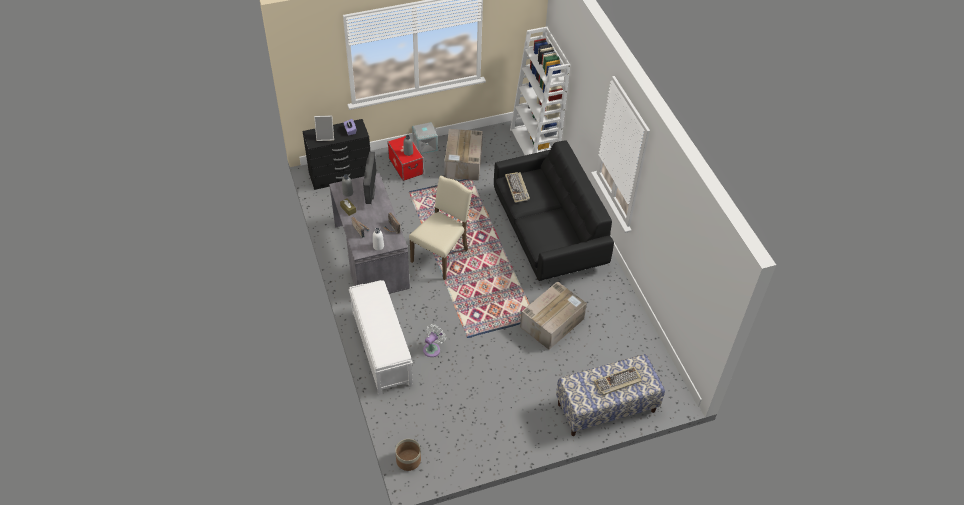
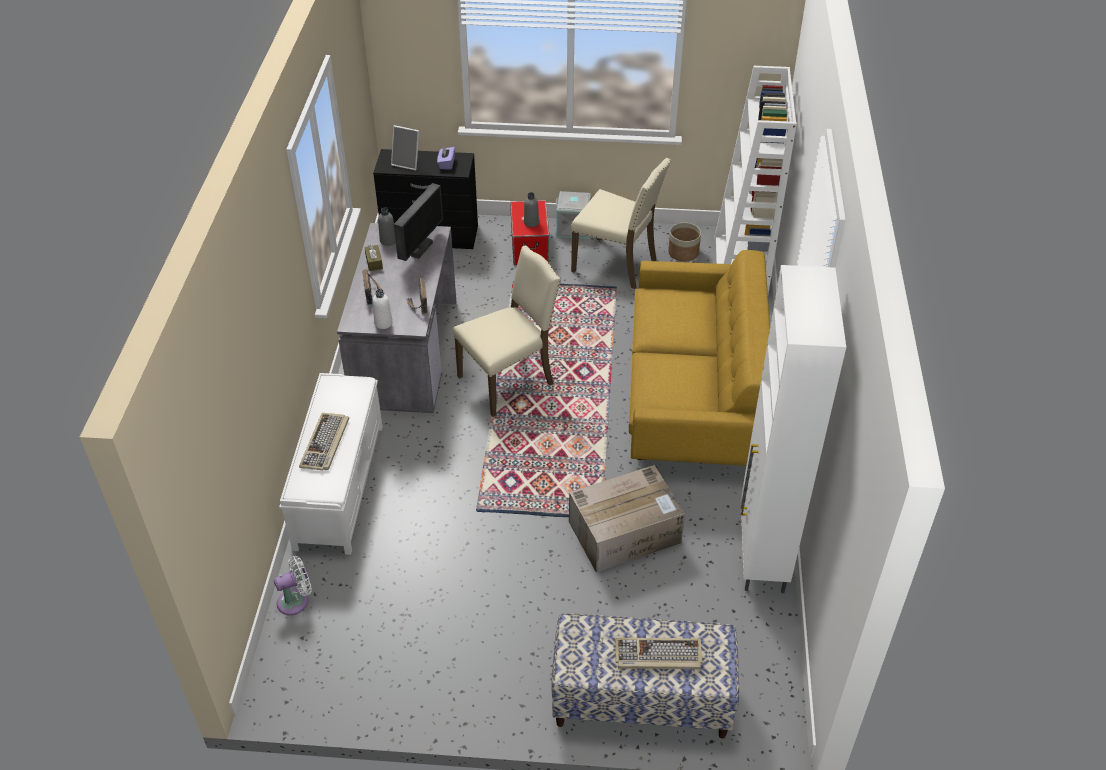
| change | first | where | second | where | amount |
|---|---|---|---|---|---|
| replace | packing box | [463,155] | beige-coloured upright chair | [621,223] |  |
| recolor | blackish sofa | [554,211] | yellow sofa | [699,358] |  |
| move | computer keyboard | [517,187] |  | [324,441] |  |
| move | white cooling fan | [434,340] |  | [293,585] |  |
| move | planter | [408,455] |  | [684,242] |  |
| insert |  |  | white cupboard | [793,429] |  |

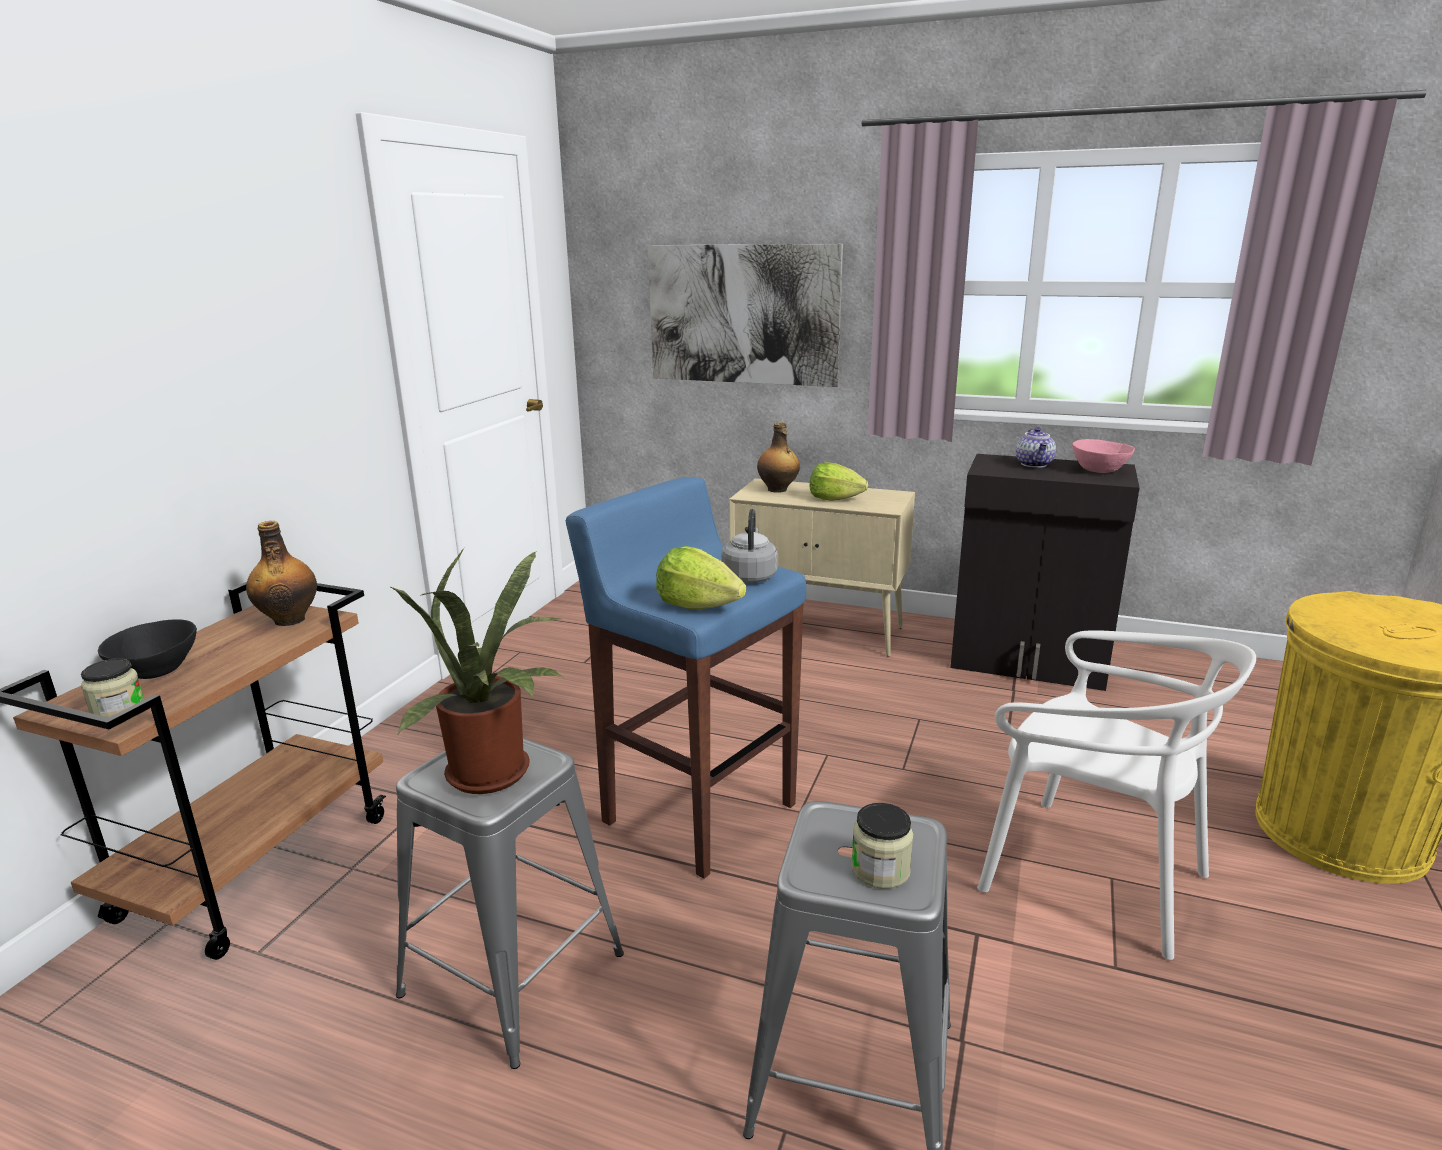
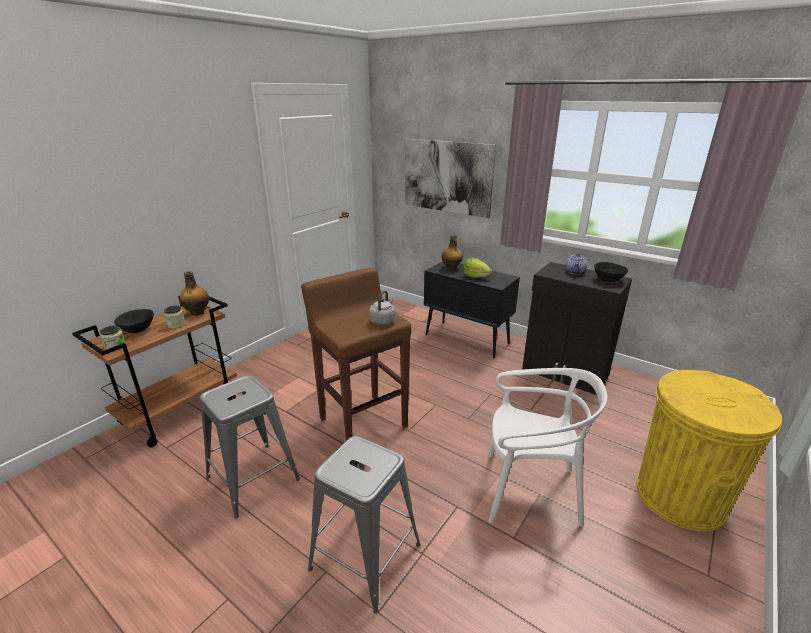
| change | first | where | second | where | amount |
|---|---|---|---|---|---|
| recolor | pinkish serving bowl | [1103,456] | blackish serving bowl | [611,272] |  |
| recolor | blue-coloured stool seat | [686,678] | brown-coloured stool seat | [356,354] |  |
| recolor | beige-coloured cupboard | [822,567] | blackish cupboard | [472,309] |  |
| delete | lettuce | [701,577] |  |  |  |
| delete | houseplant | [477,671] |  |  |  |
| rotate | white upright chair | [1116,795] |  | [547,447] | 45 degrees counterclockwise |
| move | preserve jar | [882,846] |  | [174,317] |  |

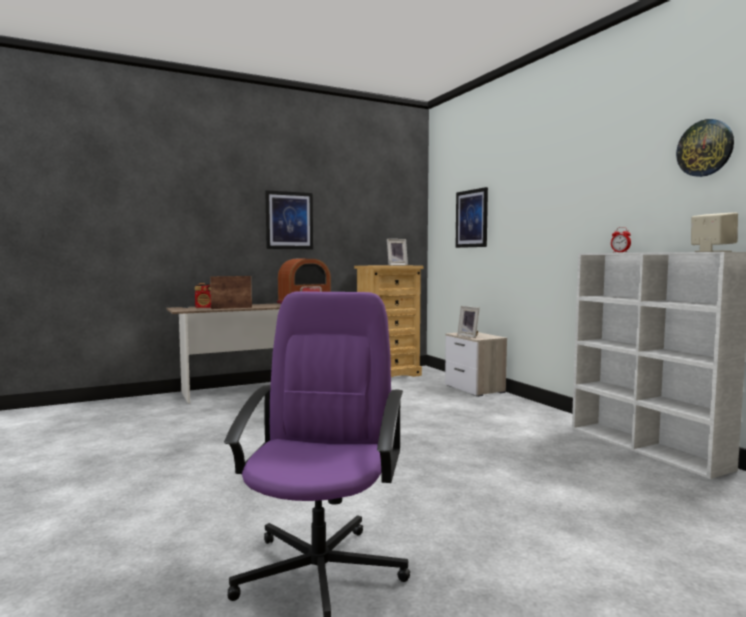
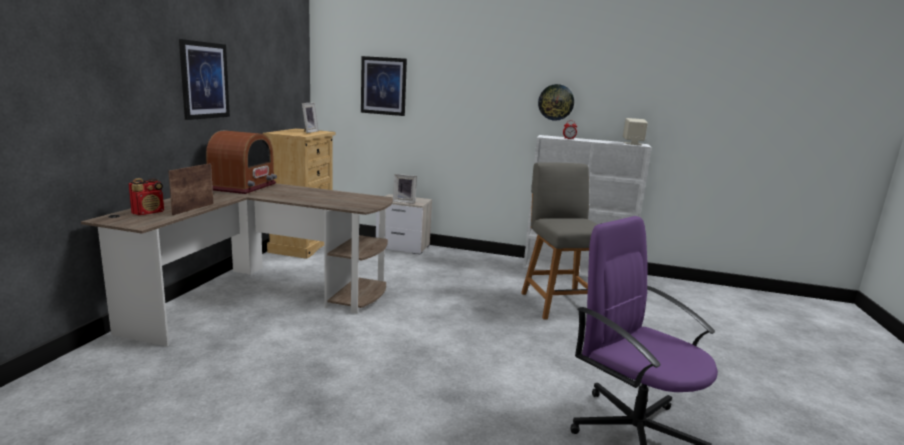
| change | first | where | second | where | amount |
|---|---|---|---|---|---|
| move | wall clock | [705,148] |  | [556,102] |  |
| insert |  |  | grey upright chair | [559,241] |  |

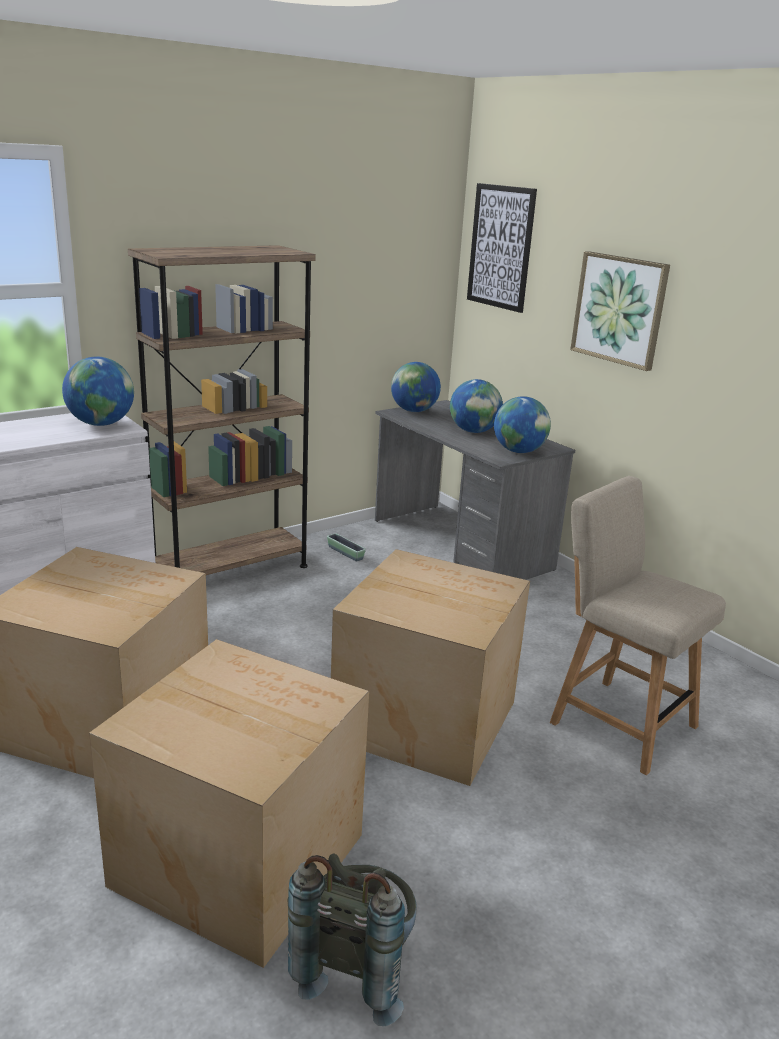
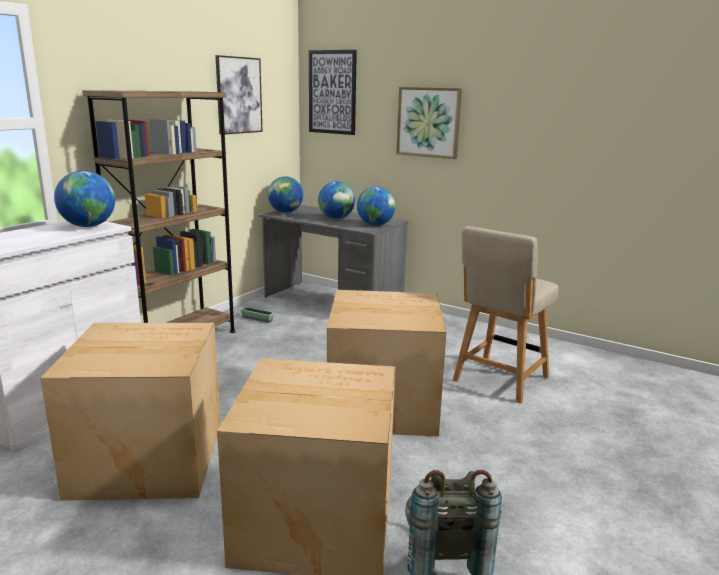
| change | first | where | second | where | amount |
|---|---|---|---|---|---|
| rotate | beige-coloured upright chair | [638,625] |  | [506,315] | 75 degrees counterclockwise |
| insert |  |  | wall art | [239,95] |  |

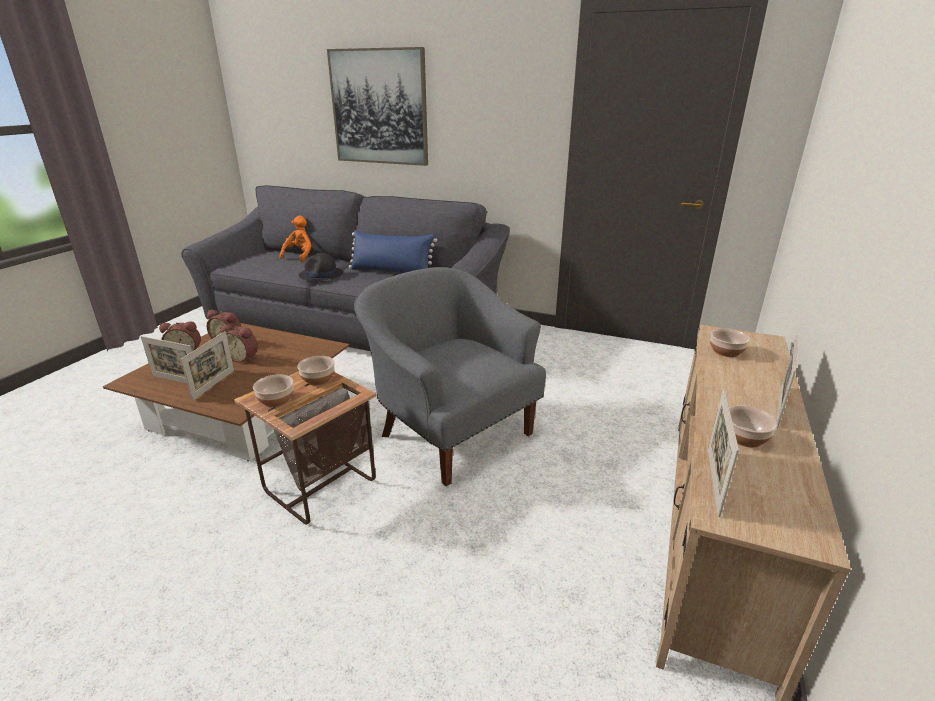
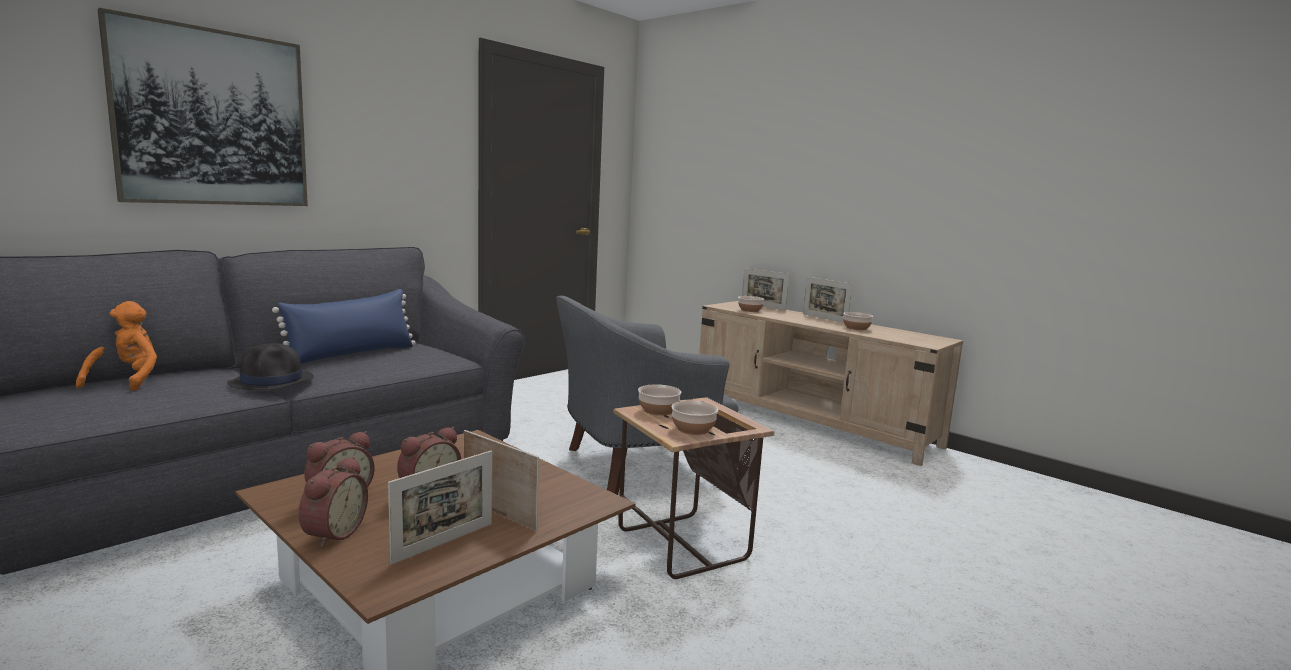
| change | first | where | second | where | amount |
|---|---|---|---|---|---|
| rotate | orange-coloured soft toy | [295,239] |  | [116,346] | 45 degrees clockwise |
| move | photo frame | [723,453] |  | [766,289] |  |

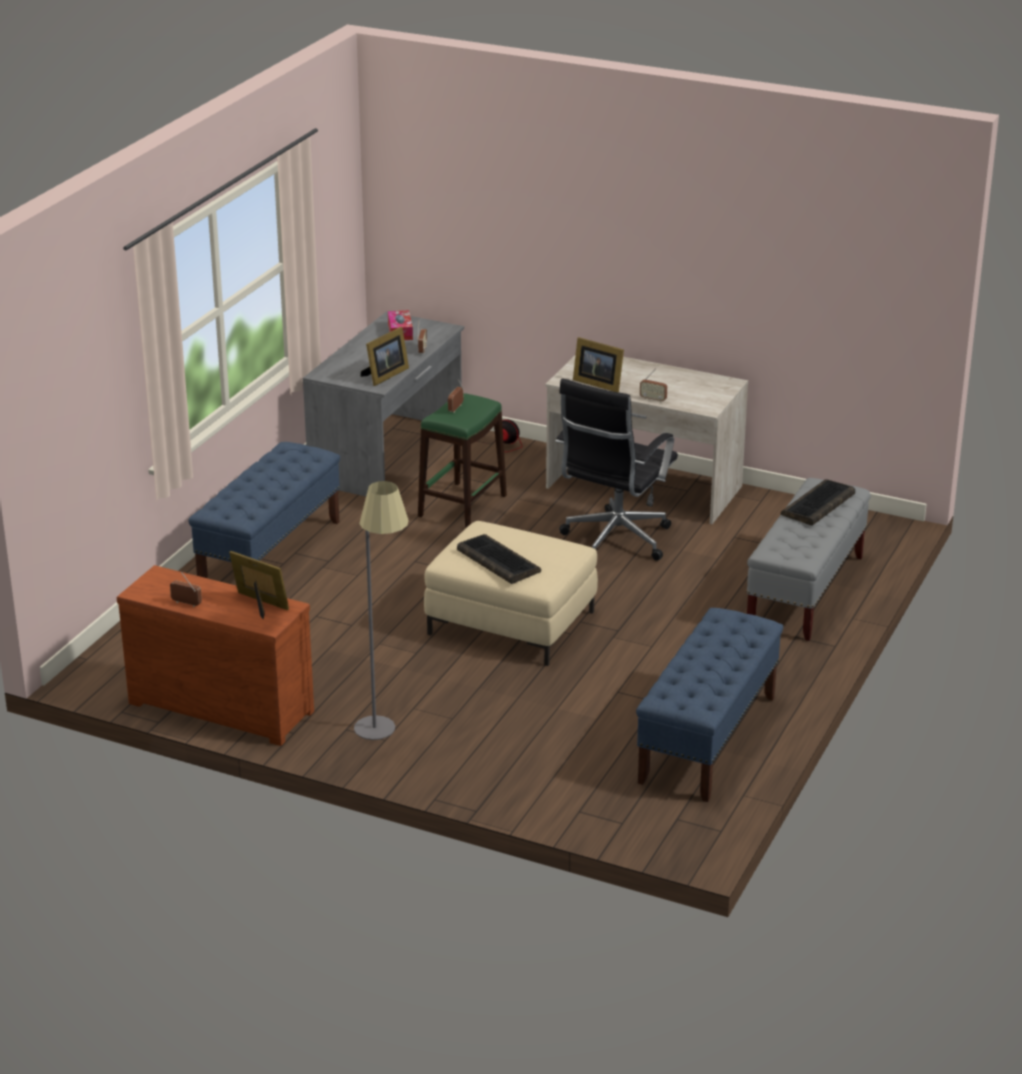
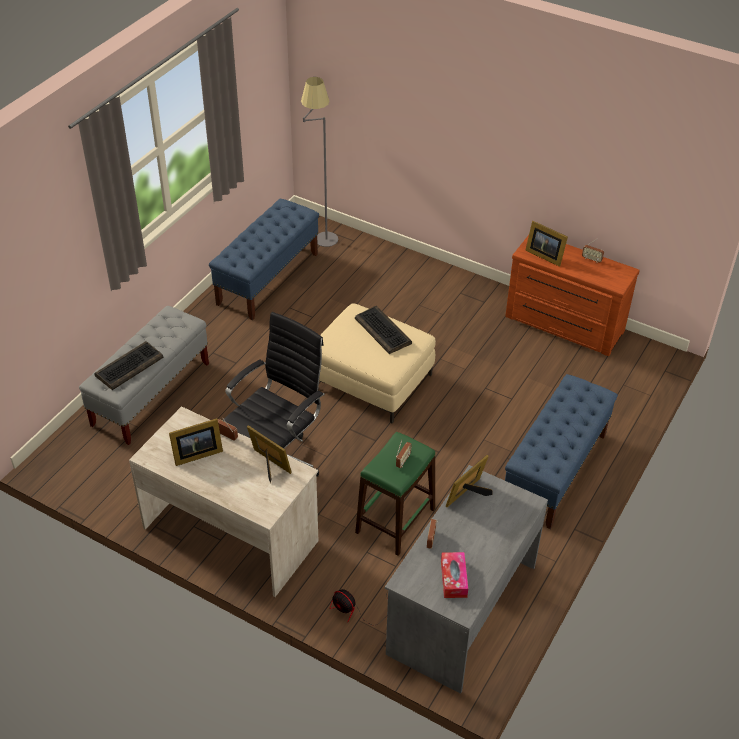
| change | first | where | second | where | amount |
|---|---|---|---|---|---|
| move | grey floor lamp | [381,610] |  | [319,162] |  |
| insert |  |  | photo frame | [196,442] |  |

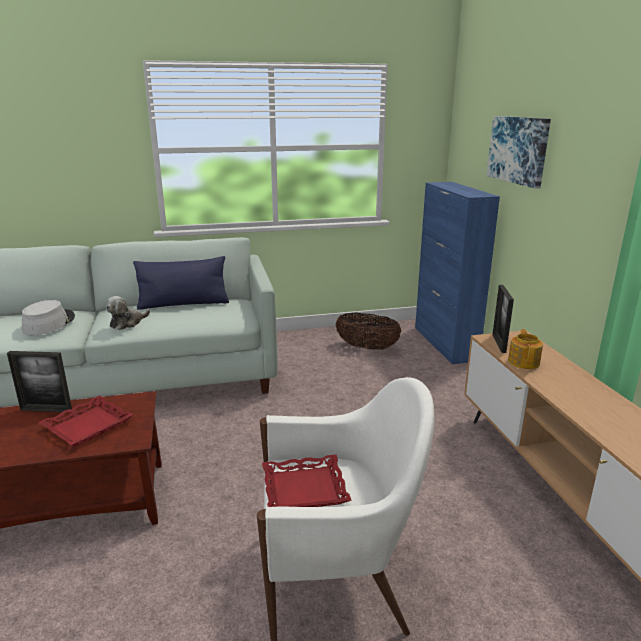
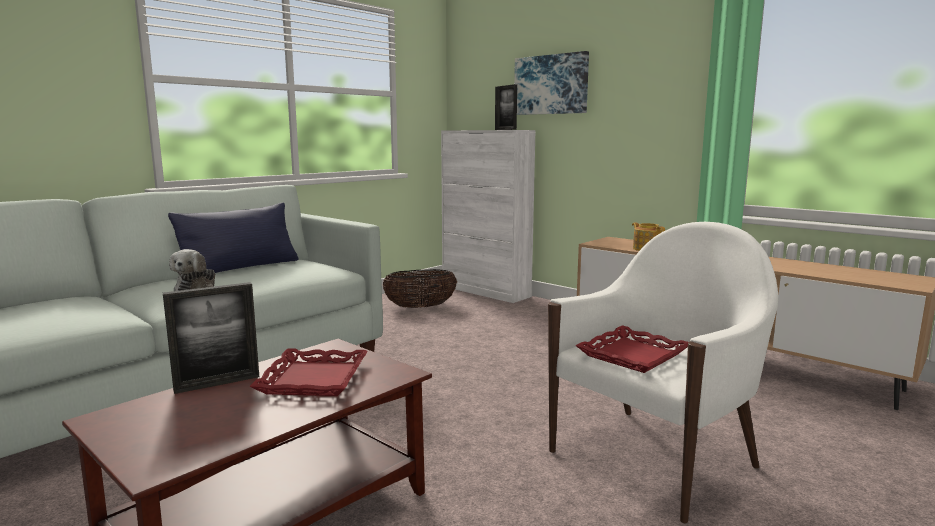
| change | first | where | second | where | amount |
|---|---|---|---|---|---|
| recolor | blue-coloured cupboard | [457,273] | white cupboard | [488,216] |  |
| move | photo frame | [503,319] |  | [506,107] |  |
| delete | grey clothing hat | [48,317] |  |  |  |

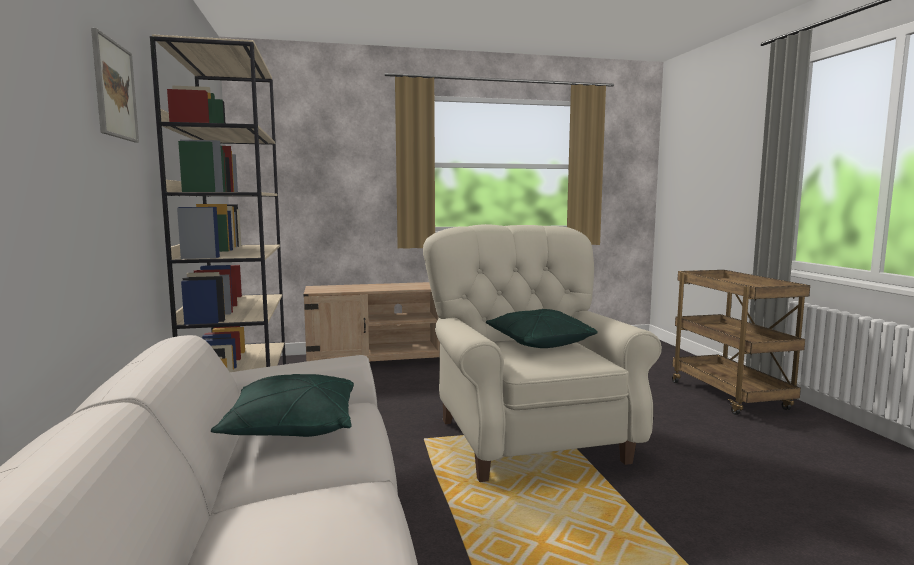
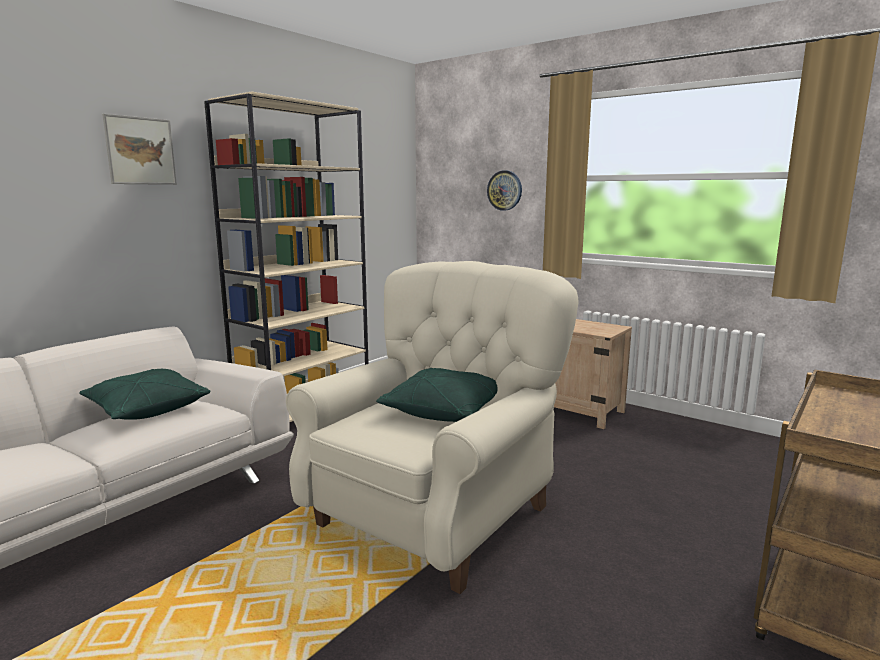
| change | first | where | second | where | amount |
|---|---|---|---|---|---|
| insert |  |  | wall clock | [504,190] |  |

